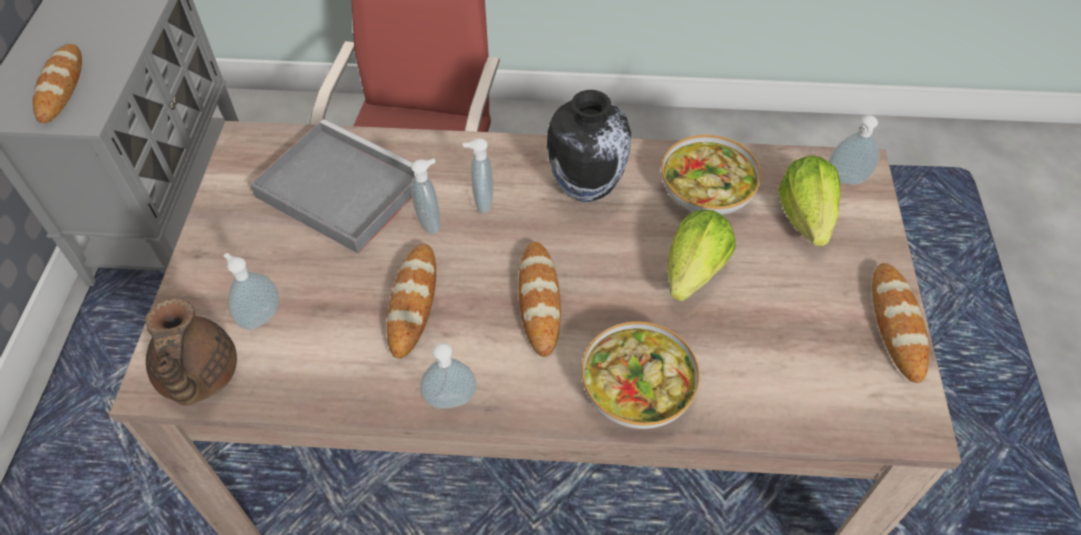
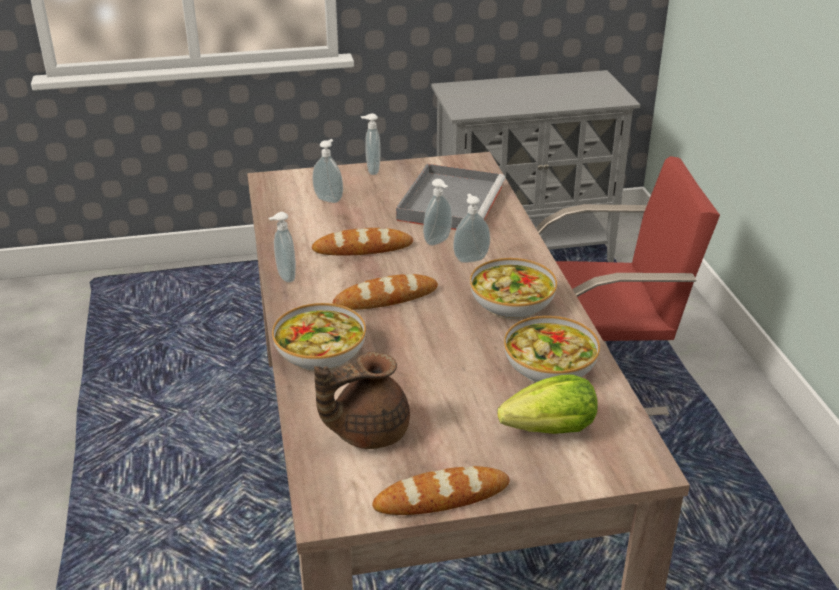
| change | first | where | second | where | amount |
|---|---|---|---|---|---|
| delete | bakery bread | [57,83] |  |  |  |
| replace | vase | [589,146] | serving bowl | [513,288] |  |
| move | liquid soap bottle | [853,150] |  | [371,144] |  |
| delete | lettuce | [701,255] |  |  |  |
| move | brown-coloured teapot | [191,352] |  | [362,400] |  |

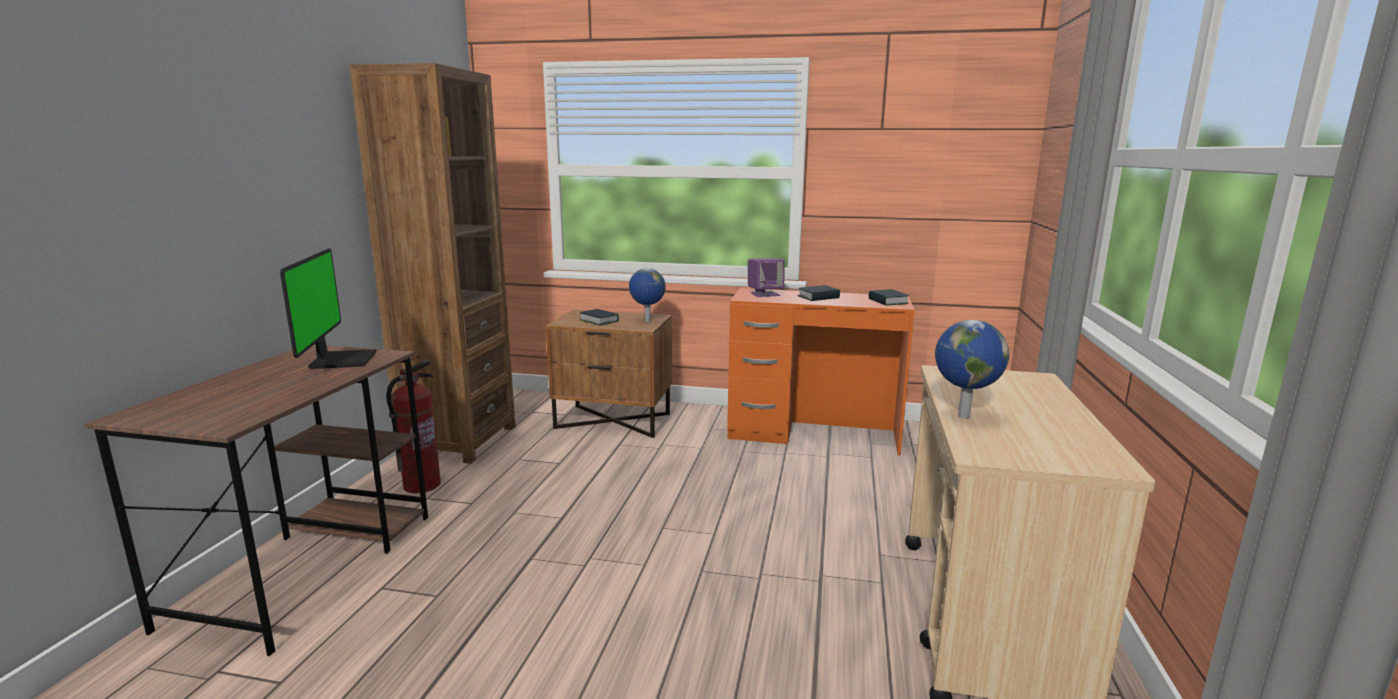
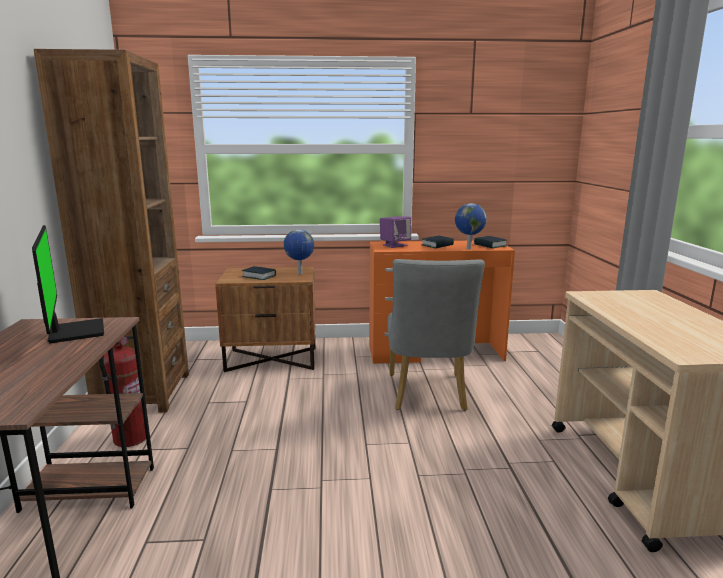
| change | first | where | second | where | amount |
|---|---|---|---|---|---|
| move | desk globe | [972,369] |  | [471,226] |  |
| insert |  |  | grey upright chair | [436,335] |  |

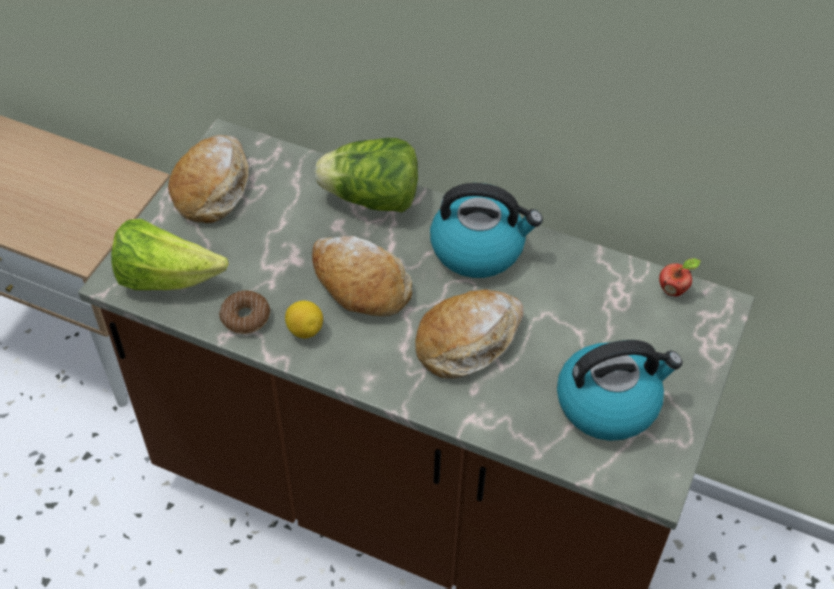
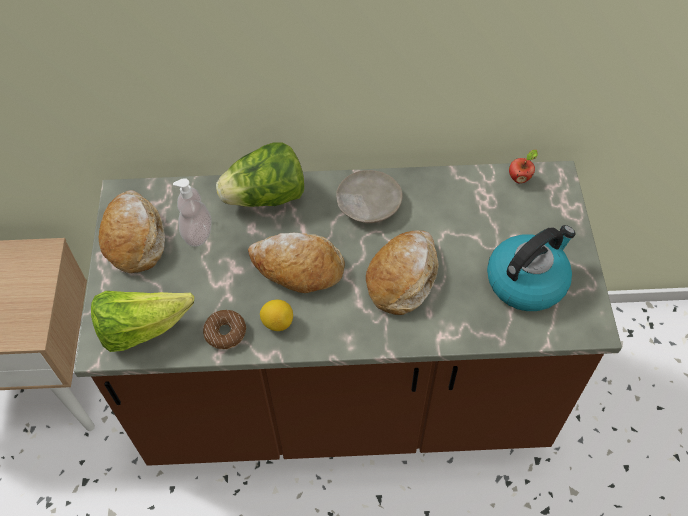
| change | first | where | second | where | amount |
|---|---|---|---|---|---|
| replace | tea kettle | [486,230] | beige-coloured flat dish | [369,196] |  |
| insert |  |  | liquid soap bottle | [192,212] |  |

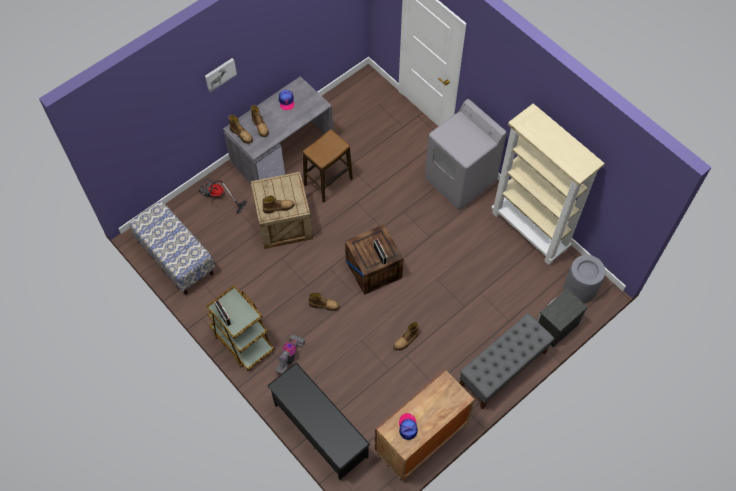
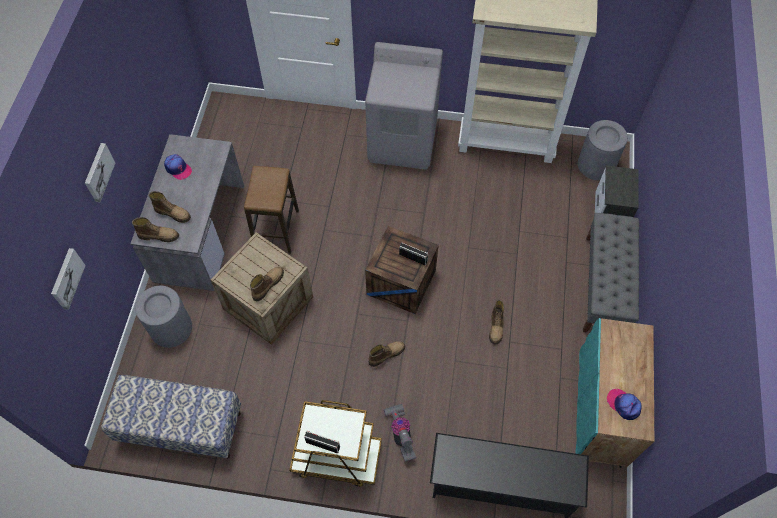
| change | first | where | second | where | amount |
|---|---|---|---|---|---|
| replace | vacuum cleaner | [223,196] | grey rubbish bin | [163,317] |  |
| recolor | brown-coloured cupboard | [425,425] | blue-green cupboard | [614,393] |  |
| insert |  |  | wall art | [68,279] |  |

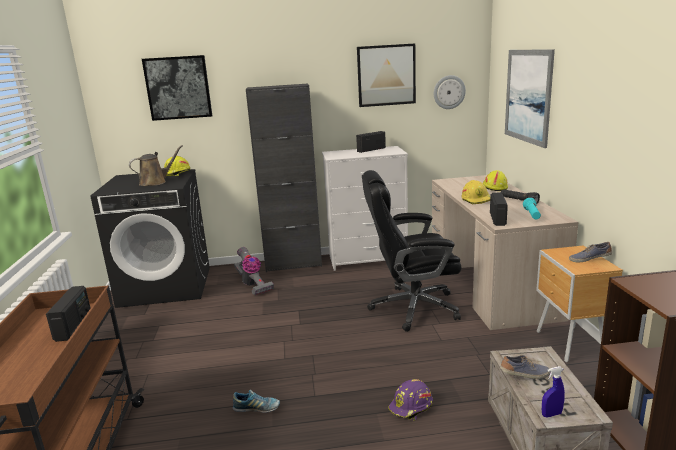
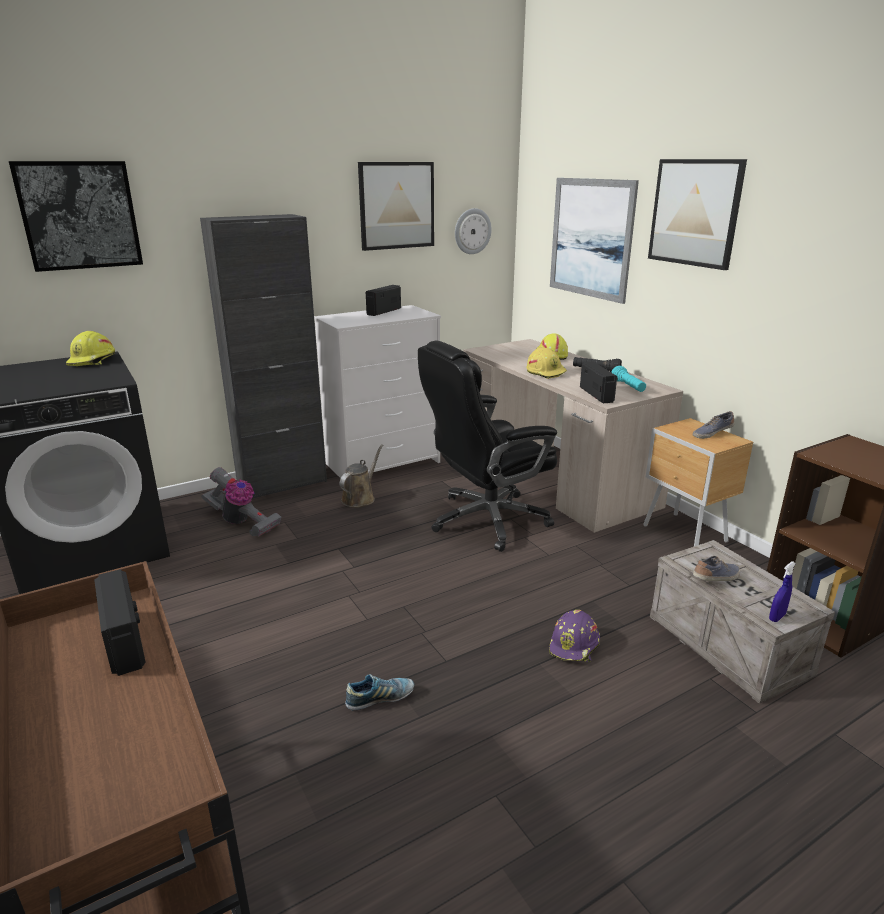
| change | first | where | second | where | amount |
|---|---|---|---|---|---|
| move | brown-coloured watering can | [156,165] |  | [361,475] |  |
| insert |  |  | wall art | [697,214] |  |

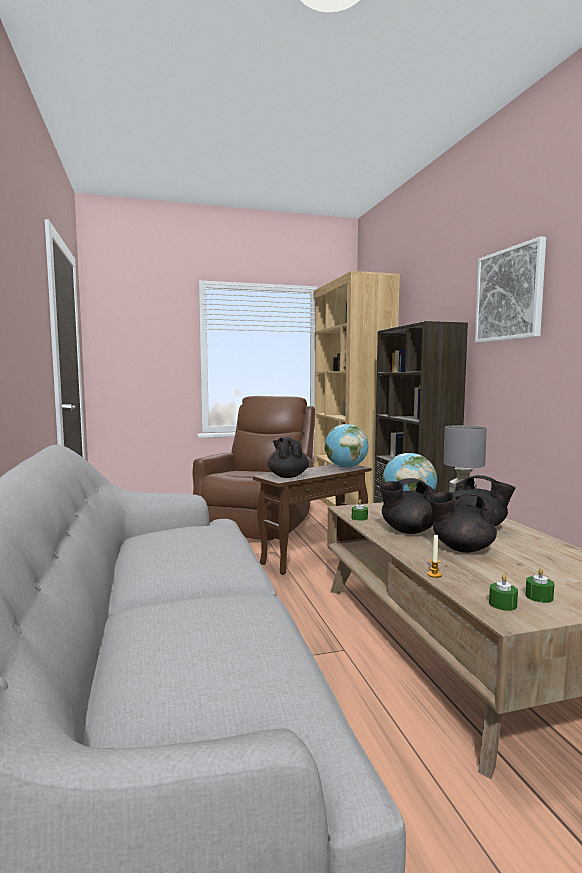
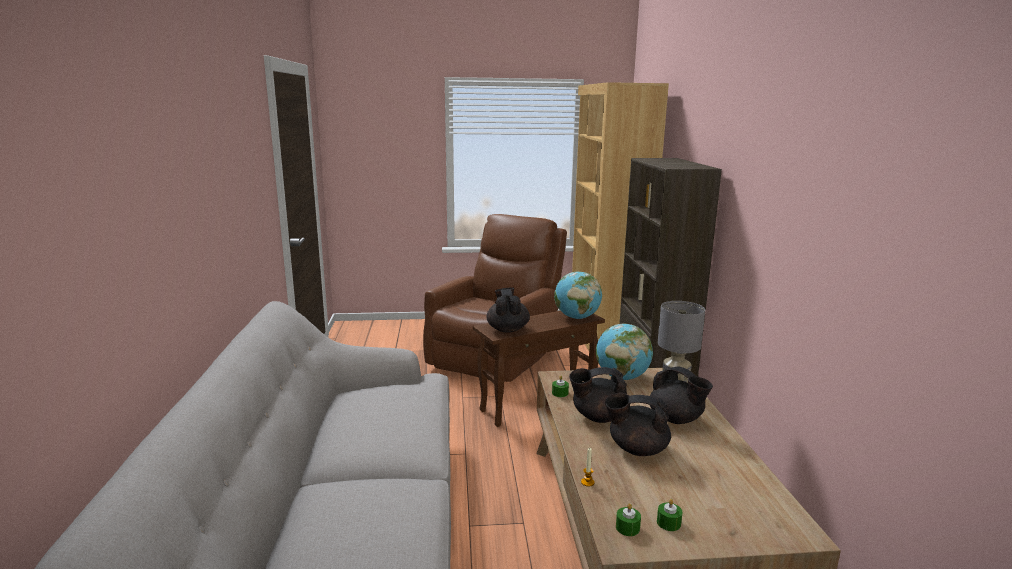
| change | first | where | second | where | amount |
|---|---|---|---|---|---|
| delete | wall art | [510,289] |  |  |  |

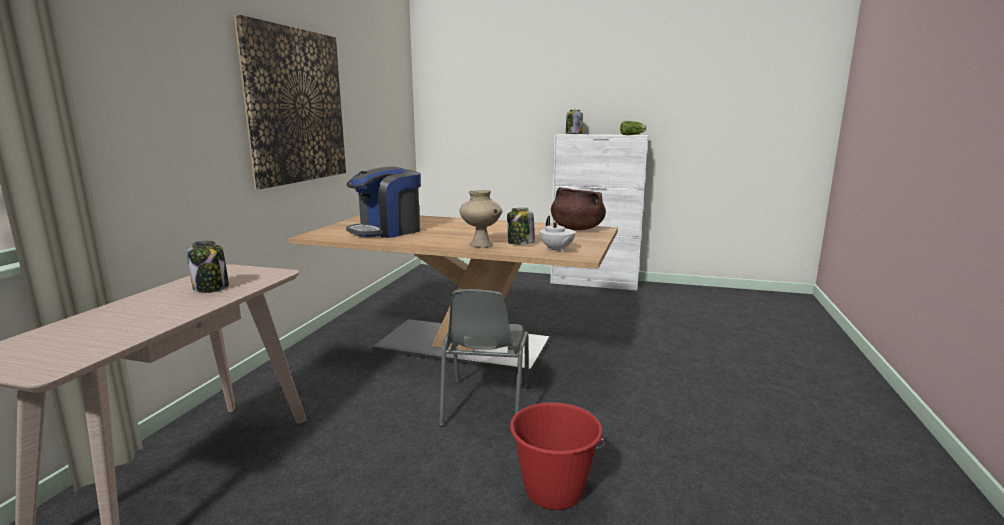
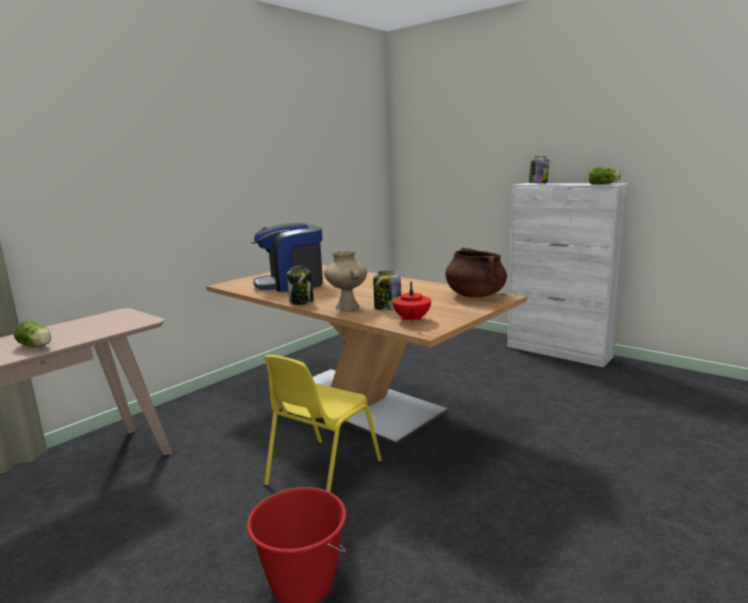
| change | first | where | second | where | amount |
|---|---|---|---|---|---|
| delete | wall art | [290,102] |  |  |  |
| recolor | white teapot | [557,234] | red teapot | [411,302] |  |
| move | preserve jar | [207,266] |  | [300,285] |  |
| recolor | grey upright chair | [484,358] | yellow upright chair | [323,423] |  |
| insert |  |  | lettuce | [32,333] |  |

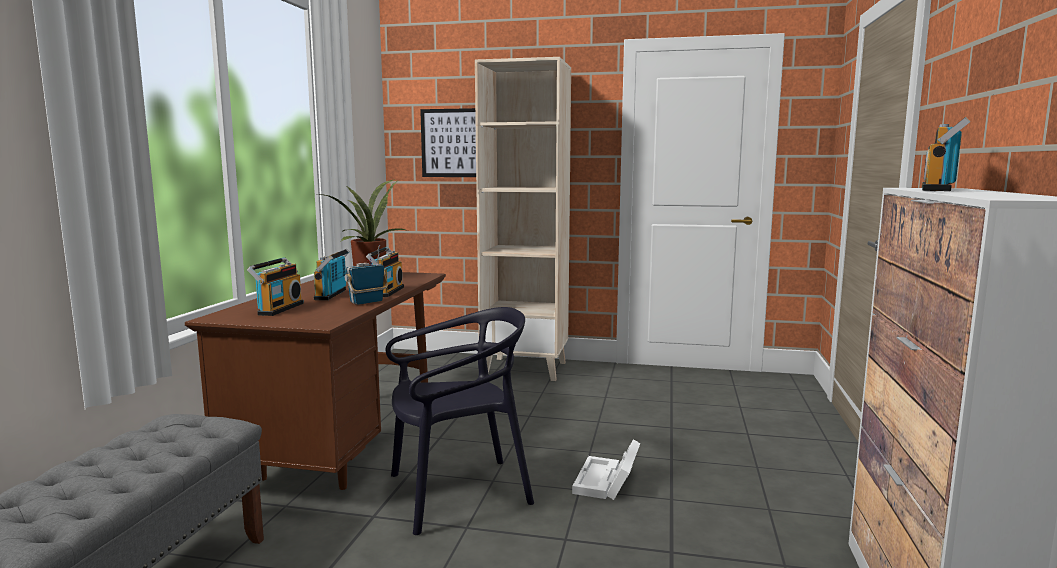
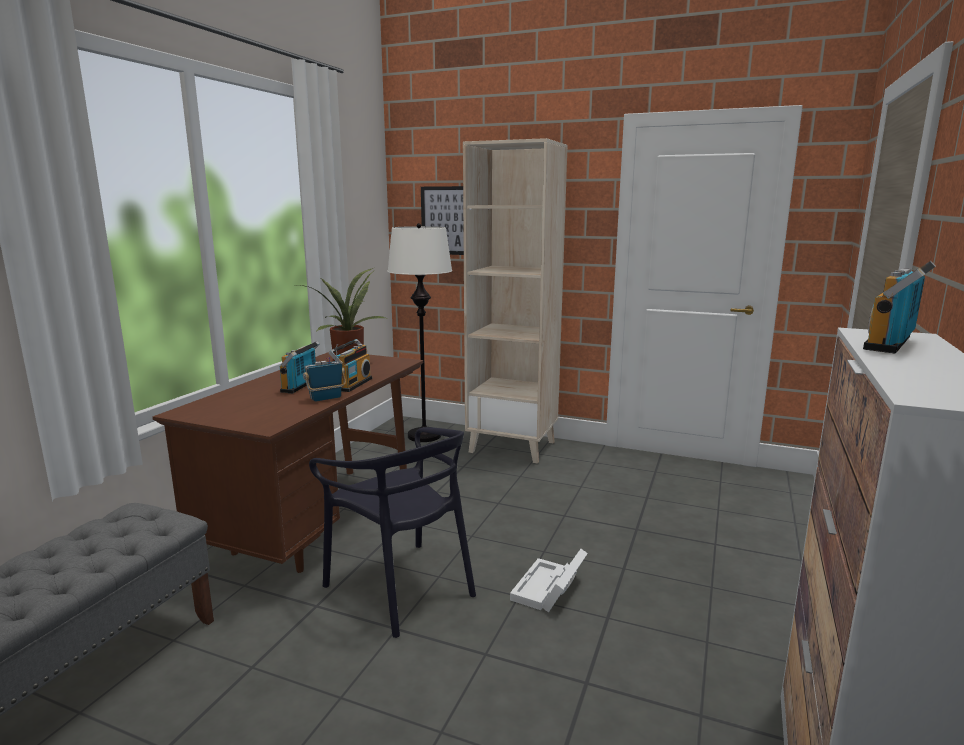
| change | first | where | second | where | amount |
|---|---|---|---|---|---|
| delete | radio | [275,286] |  |  |  |
| rotate | blackish upright chair | [460,421] |  | [392,532] | 60 degrees clockwise |
| insert |  |  | white floor lamp | [419,332] |  |

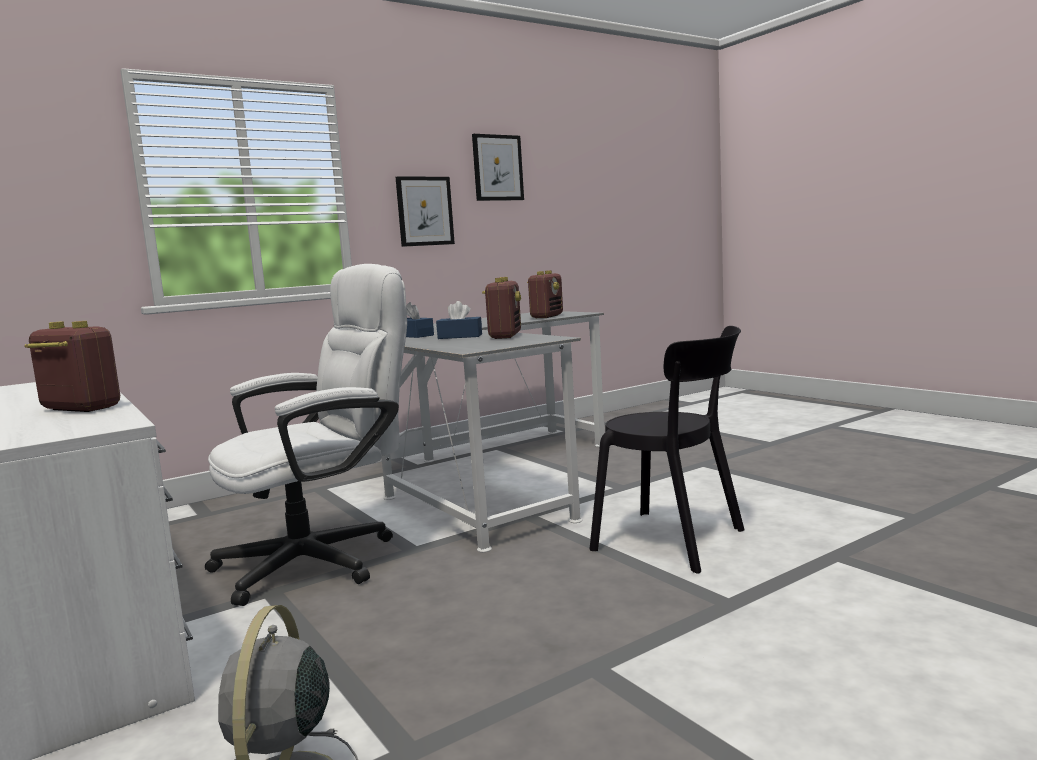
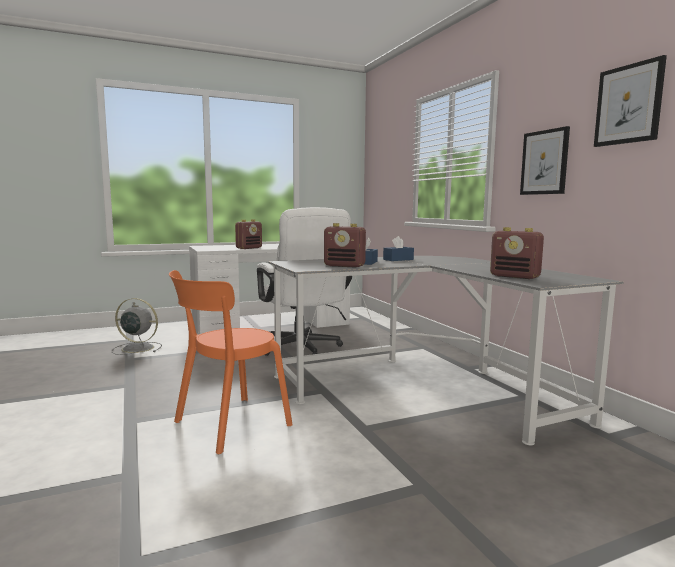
| change | first | where | second | where | amount |
|---|---|---|---|---|---|
| recolor | blackish upright chair | [666,450] | orange-coloured upright chair | [231,362] |  |

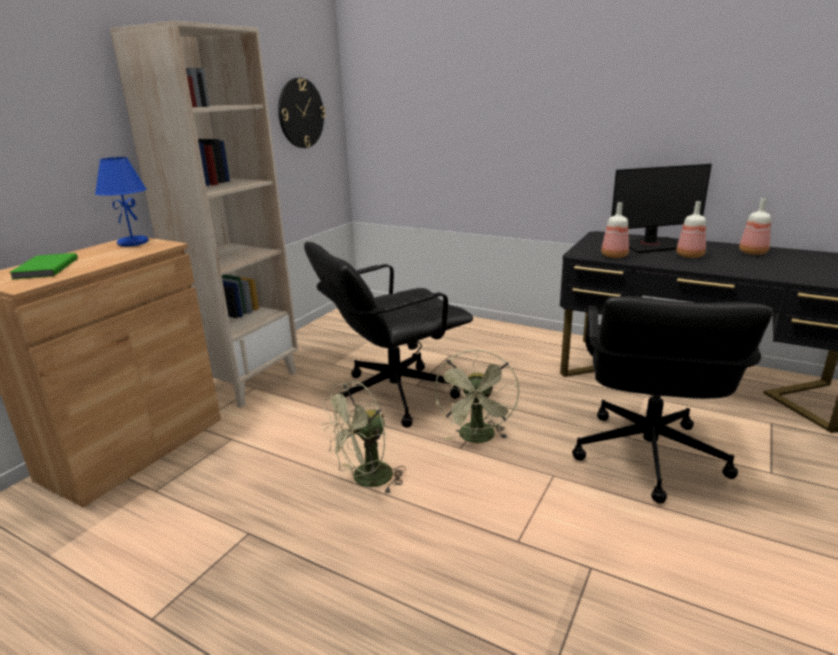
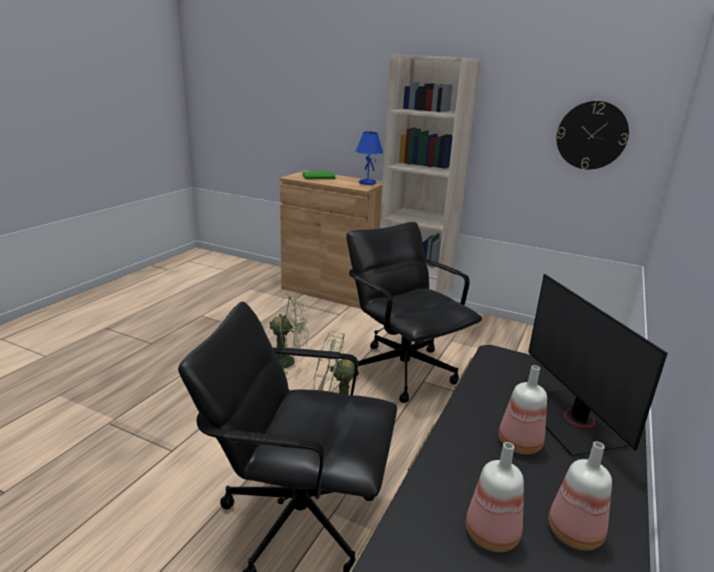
| change | first | where | second | where | amount |
|---|---|---|---|---|---|
| move | drink bottle | [615,230] |  | [495,497] |  |
| rotate | greenish cooling fan | [363,437] |  | [289,334] | 135 degrees clockwise |

